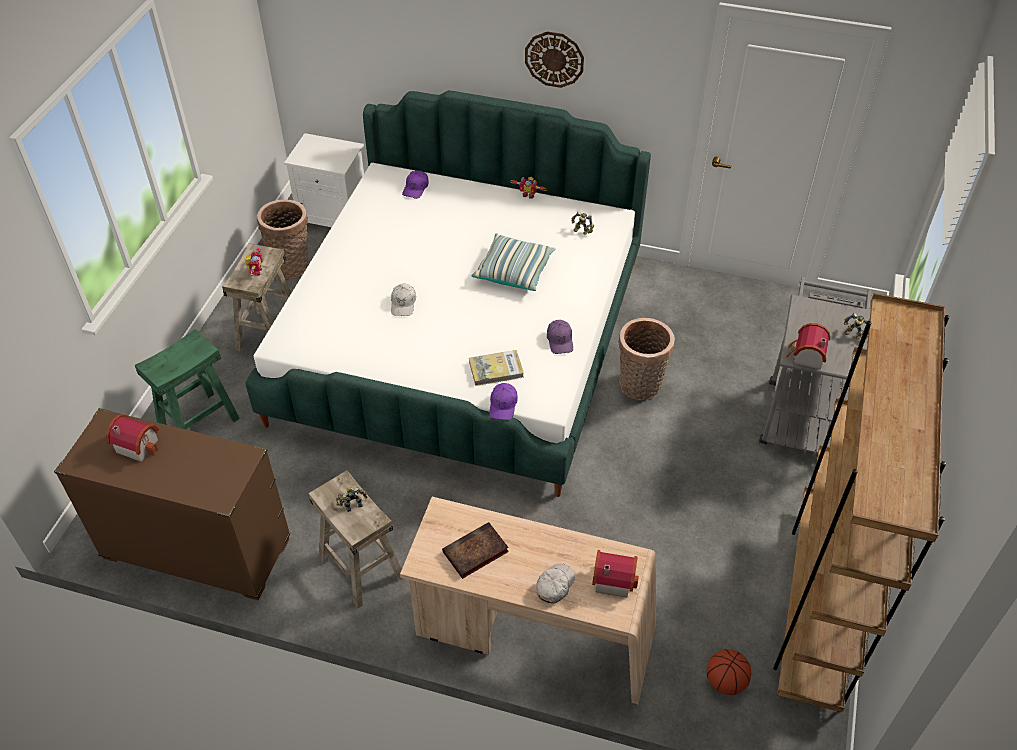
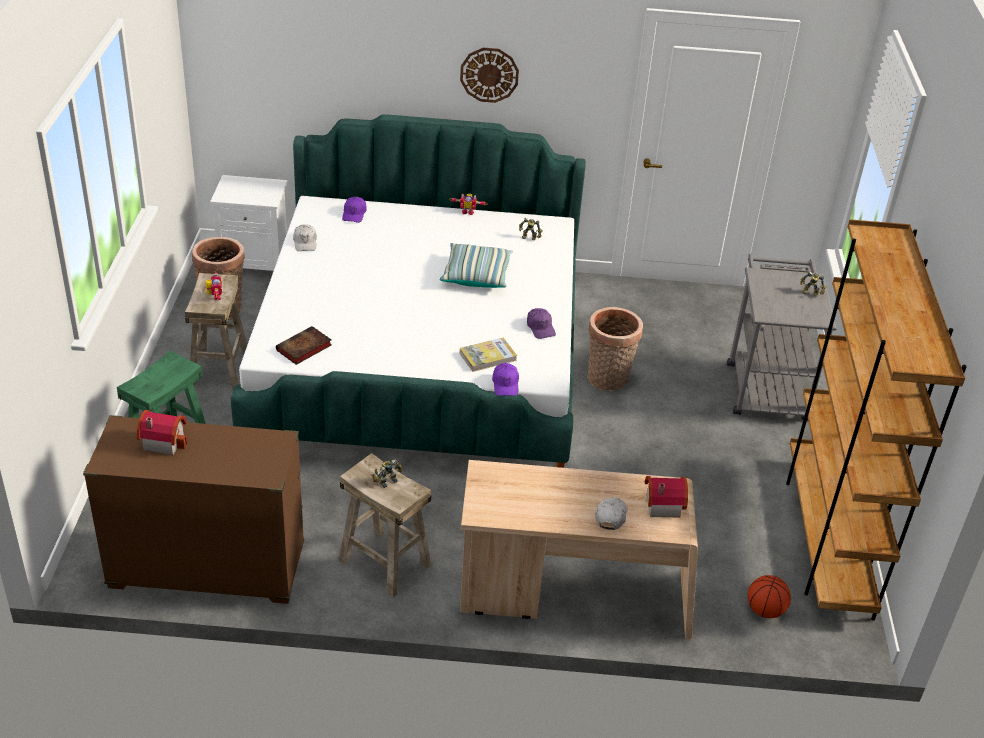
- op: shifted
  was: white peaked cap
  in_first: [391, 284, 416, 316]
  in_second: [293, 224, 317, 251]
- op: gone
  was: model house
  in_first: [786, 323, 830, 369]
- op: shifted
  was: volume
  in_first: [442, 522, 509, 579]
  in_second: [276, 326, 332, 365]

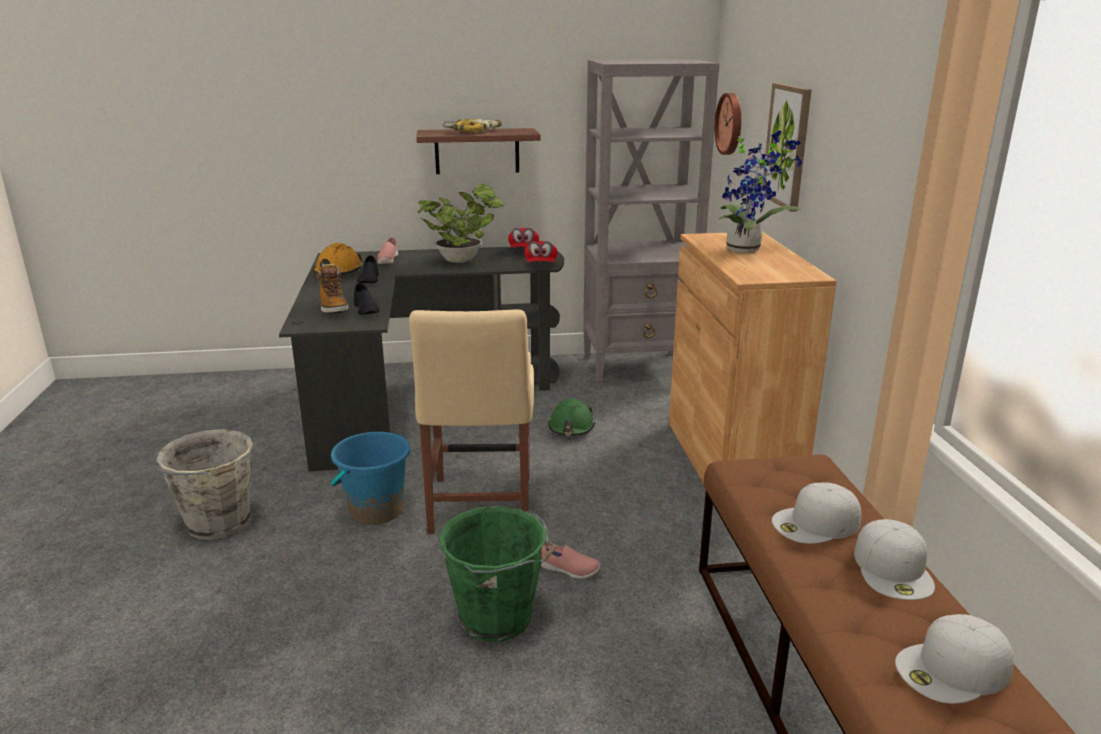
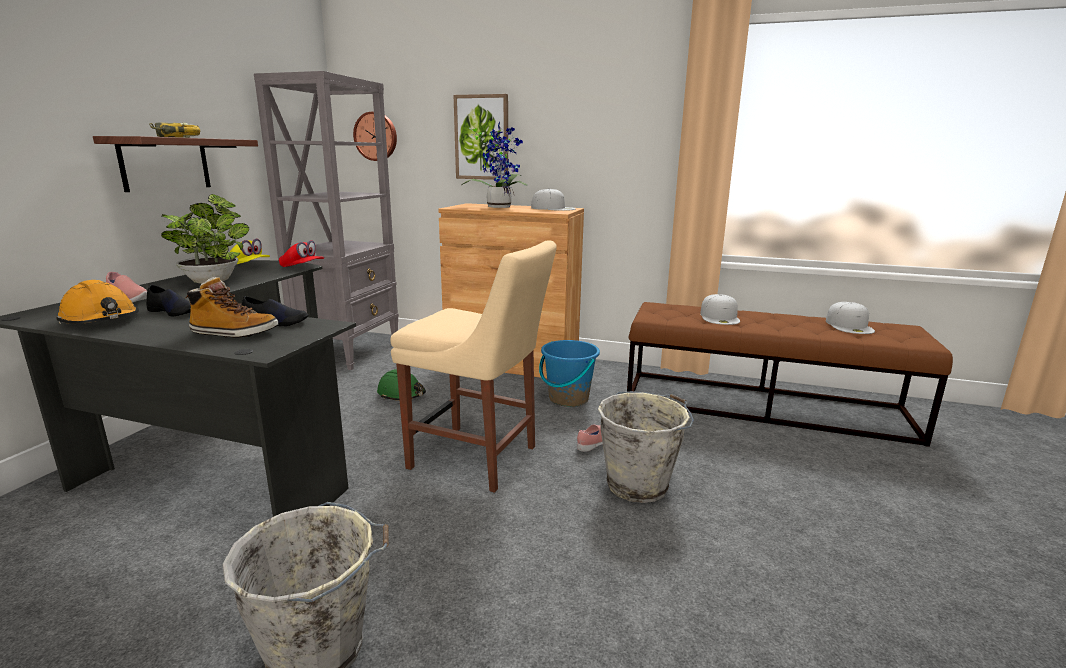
- op: repainted
  was: reddish peaked cap
  now: yellow-coloured peaked cap
  in_first: [508, 228, 540, 248]
  in_second: [230, 239, 270, 264]
- op: shifted
  was: blue-coloured water bucket
  in_first: [331, 432, 410, 525]
  in_second: [539, 340, 600, 407]
- op: repainted
  was: green water bucket
  now: gray water bucket
  in_first: [439, 506, 556, 642]
  in_second: [598, 391, 694, 503]
- op: shifted
  was: white peaked cap
  in_first: [854, 519, 935, 600]
  in_second: [531, 188, 576, 211]

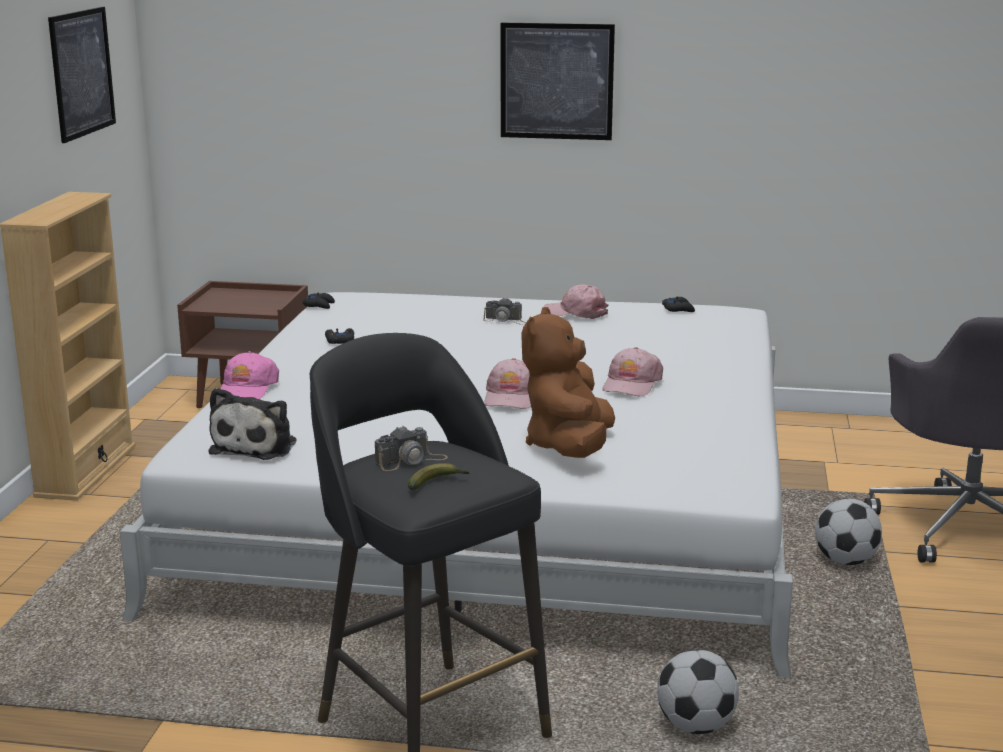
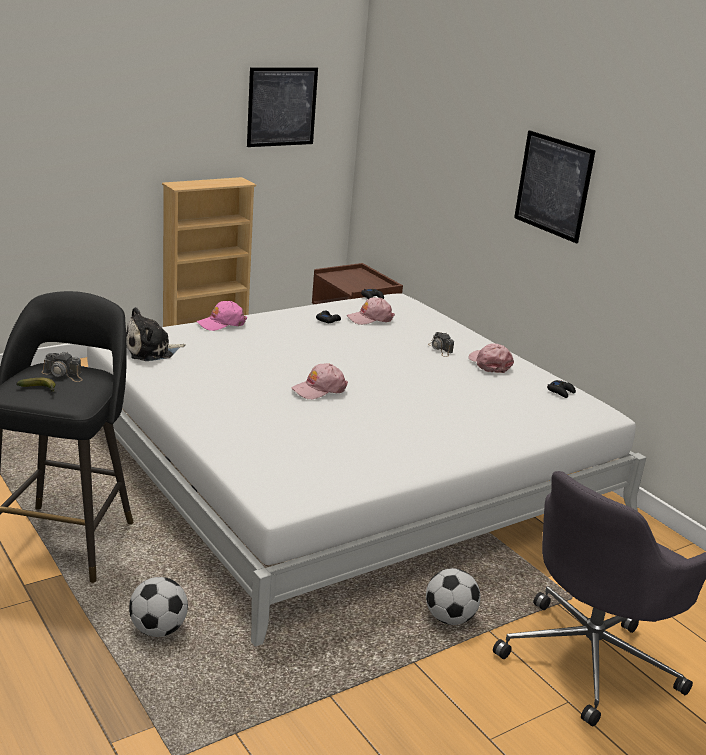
- op: gone
  was: brown-coloured soft toy
  in_first: [521, 307, 615, 458]
- op: shifted
  was: pinkish peaked cap
  in_first: [602, 347, 663, 396]
  in_second: [347, 297, 395, 325]

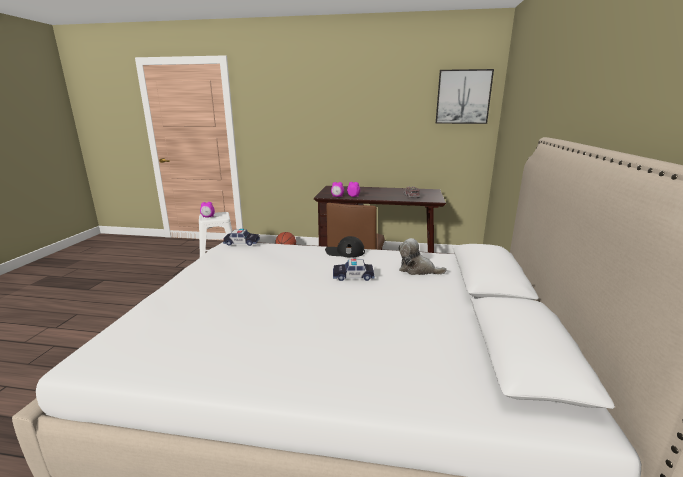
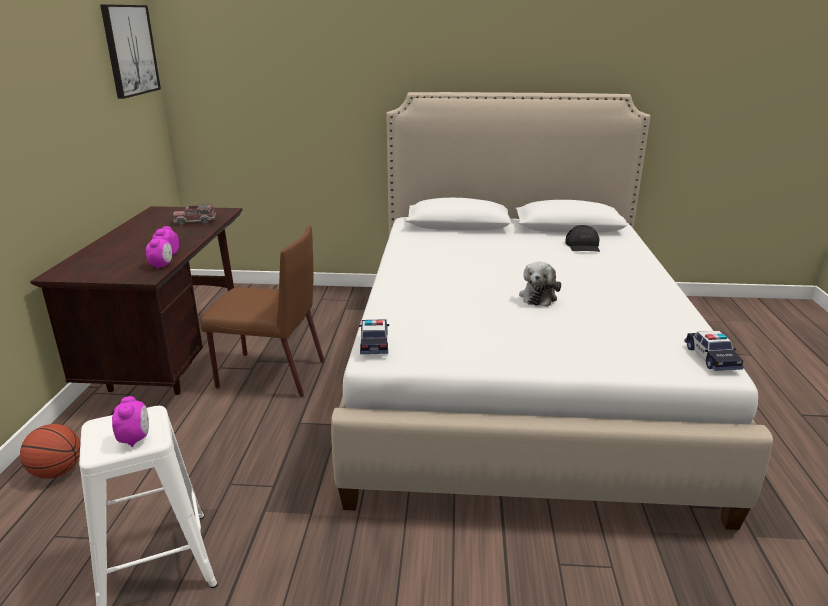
- op: shifted
  was: blackish peaked cap
  in_first: [325, 236, 365, 258]
  in_second: [565, 225, 600, 252]
- op: shifted
  was: soft toy
  in_first: [399, 238, 447, 275]
  in_second: [519, 262, 561, 307]
- op: shifted
  was: model car
  in_first: [333, 259, 375, 281]
  in_second: [684, 331, 744, 371]

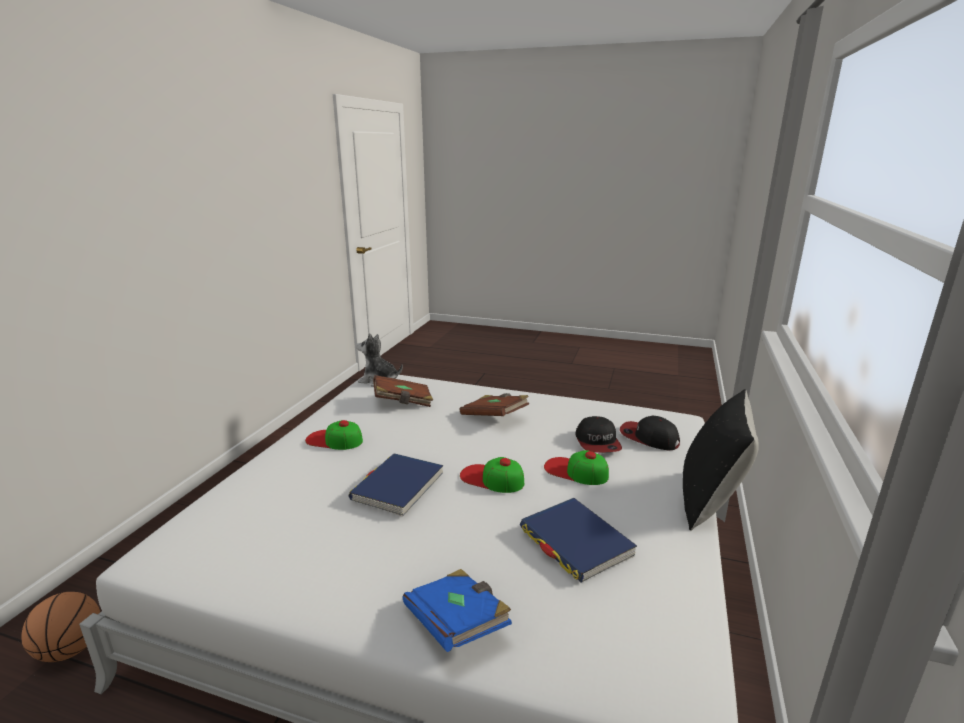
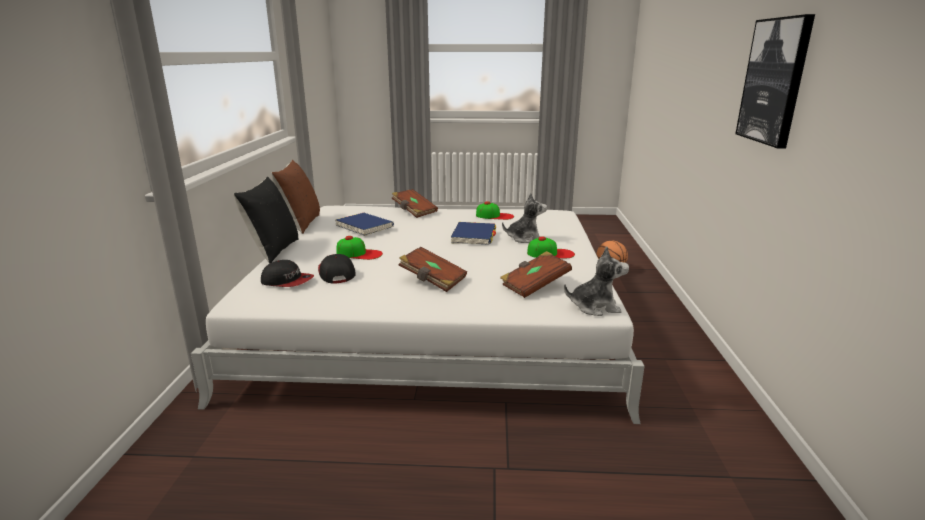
- op: shifted
  was: peaked cap
  in_first: [460, 457, 524, 493]
  in_second: [476, 201, 514, 220]
- op: repainted
  was: blue-coloured volume
  now: brown-coloured volume
  in_first: [403, 569, 512, 652]
  in_second: [392, 189, 438, 218]
- op: new
  now: picture
  in_second: [735, 14, 815, 149]
- op: new
  now: brown-coloured throw pillow
  in_second: [272, 160, 320, 234]
- op: new
  now: soft toy
  in_second: [502, 193, 547, 243]

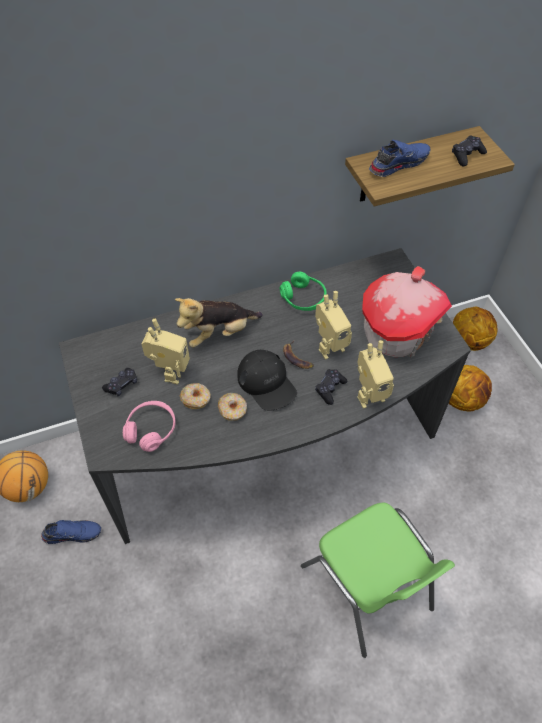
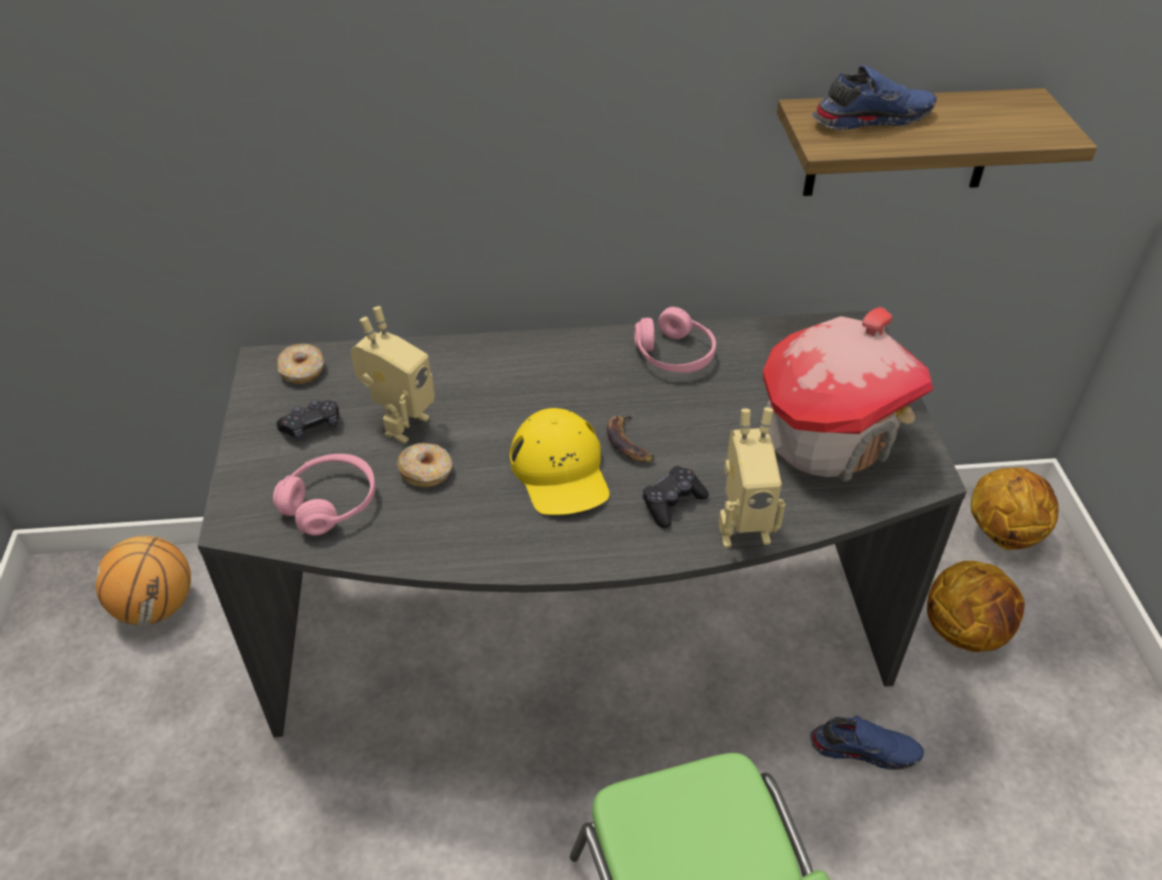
- op: gone
  was: blackish joypad
  in_first: [452, 135, 487, 166]
- op: repainted
  was: green headphones
  now: pinkish headphones
  in_first: [280, 272, 327, 311]
  in_second: [634, 307, 716, 373]
- op: gone
  was: robot figure
  in_first: [315, 291, 352, 360]
- op: gone
  was: soft toy
  in_first: [175, 298, 263, 348]
- op: repainted
  was: blackish peaked cap
  now: yellow-coloured peaked cap
  in_first: [237, 350, 297, 411]
  in_second: [510, 408, 609, 515]
- op: shifted
  was: donut
  in_first: [218, 393, 247, 421]
  in_second: [277, 343, 324, 384]
- op: shifted
  was: blue-coloured item of footwear
  in_first: [41, 520, 101, 544]
  in_second: [810, 716, 924, 770]

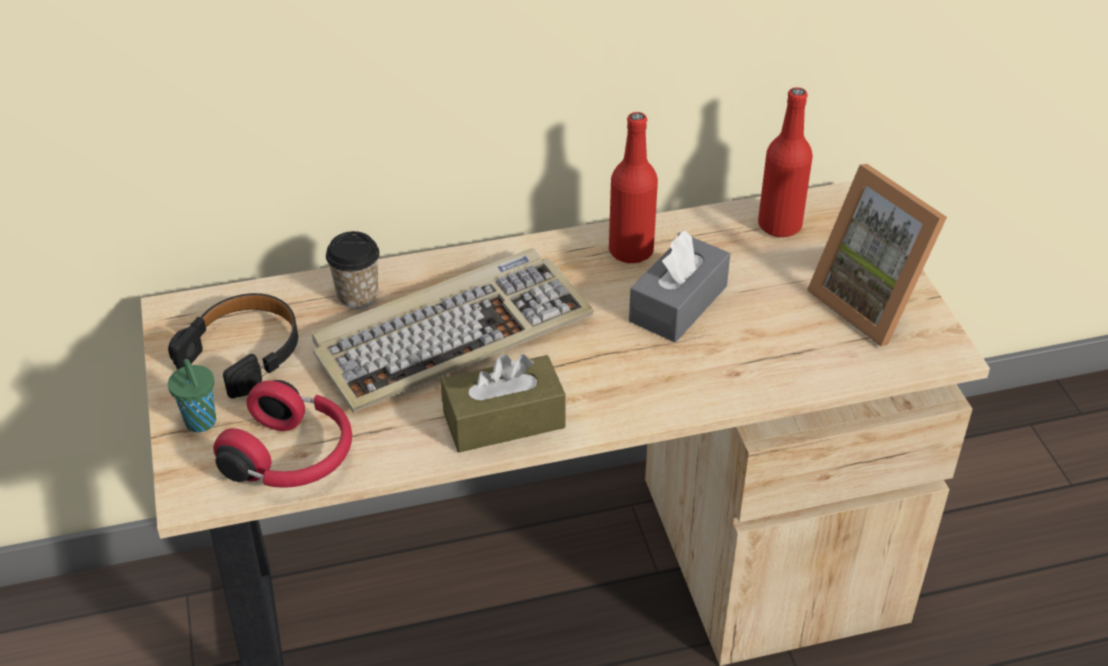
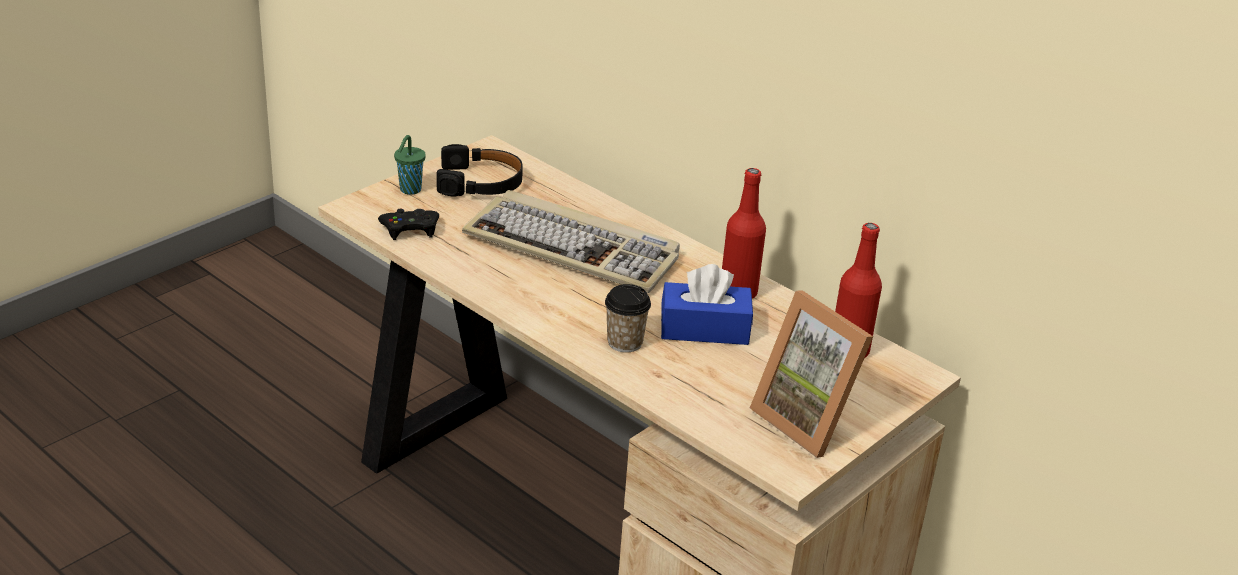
- op: rotated
  was: picture frame
  in_first: [807, 164, 947, 347]
  in_second: [750, 290, 873, 458]
  clockwise: -60
- op: shifted
  was: small cup
  in_first: [326, 231, 379, 309]
  in_second: [605, 284, 651, 353]
- op: repainted
  was: gray tissue holder
  now: blue-coloured tissue holder
  in_first: [629, 231, 730, 342]
  in_second: [661, 264, 753, 345]
- op: gone
  was: brown-coloured tissue holder
  in_first: [441, 354, 566, 452]
- op: swapped
  was: reddish headphones
  now: blackish joypad
  in_first: [213, 380, 352, 488]
  in_second: [378, 209, 439, 240]

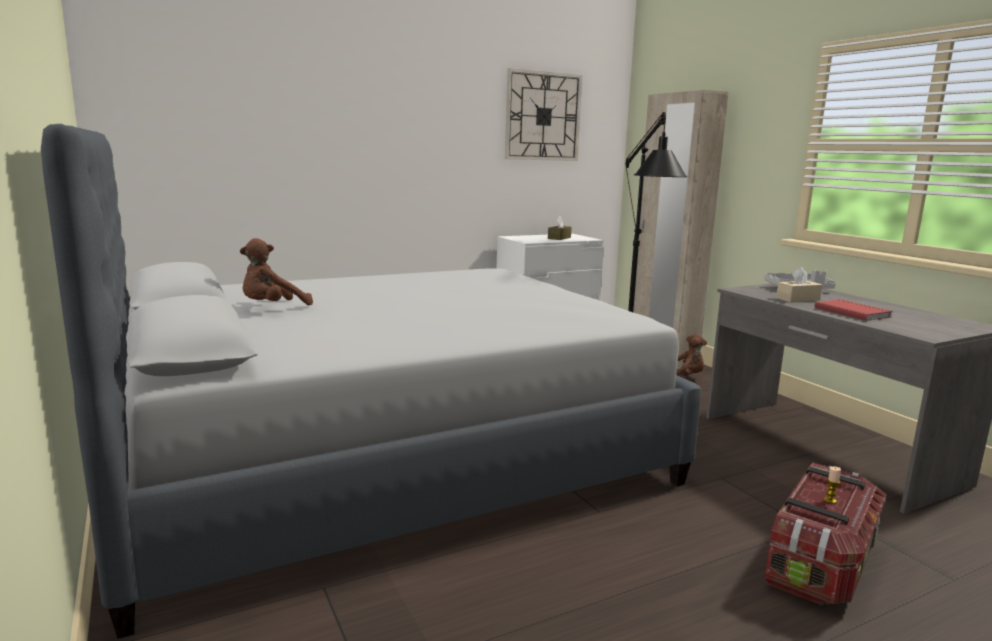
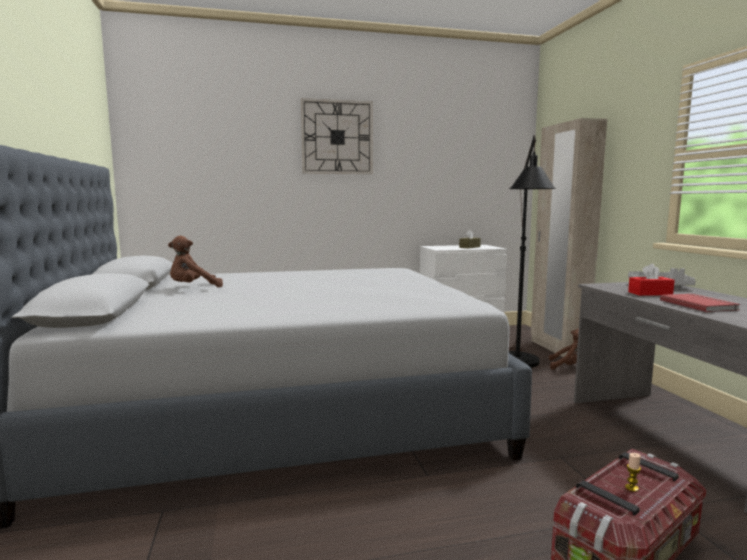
- op: shifted
  was: hanging clock
  in_first: [505, 68, 582, 161]
  in_second: [301, 98, 373, 174]
- op: repainted
  was: sand-coloured tissue holder
  now: reddish tissue holder
  in_first: [776, 267, 822, 302]
  in_second: [628, 263, 675, 296]

